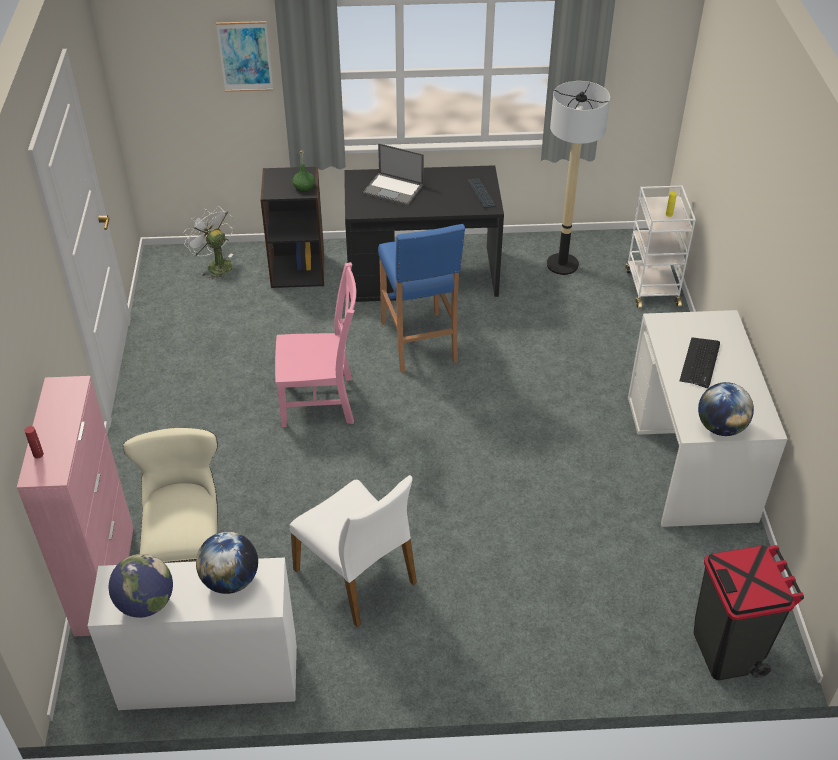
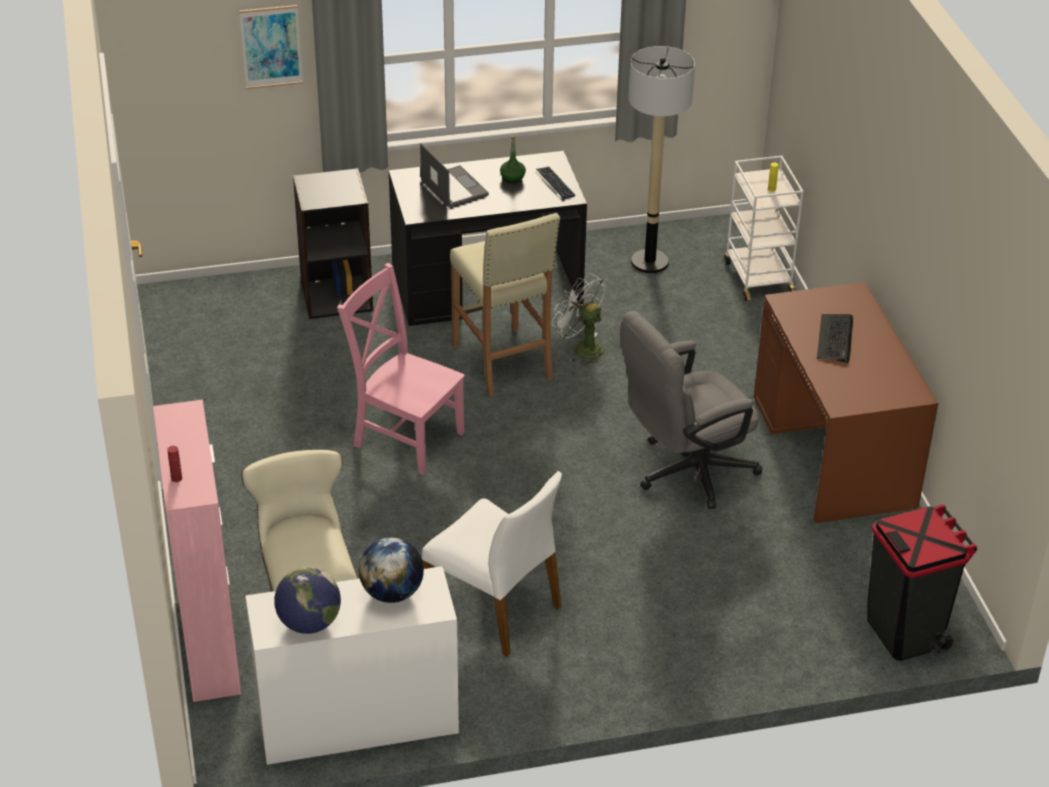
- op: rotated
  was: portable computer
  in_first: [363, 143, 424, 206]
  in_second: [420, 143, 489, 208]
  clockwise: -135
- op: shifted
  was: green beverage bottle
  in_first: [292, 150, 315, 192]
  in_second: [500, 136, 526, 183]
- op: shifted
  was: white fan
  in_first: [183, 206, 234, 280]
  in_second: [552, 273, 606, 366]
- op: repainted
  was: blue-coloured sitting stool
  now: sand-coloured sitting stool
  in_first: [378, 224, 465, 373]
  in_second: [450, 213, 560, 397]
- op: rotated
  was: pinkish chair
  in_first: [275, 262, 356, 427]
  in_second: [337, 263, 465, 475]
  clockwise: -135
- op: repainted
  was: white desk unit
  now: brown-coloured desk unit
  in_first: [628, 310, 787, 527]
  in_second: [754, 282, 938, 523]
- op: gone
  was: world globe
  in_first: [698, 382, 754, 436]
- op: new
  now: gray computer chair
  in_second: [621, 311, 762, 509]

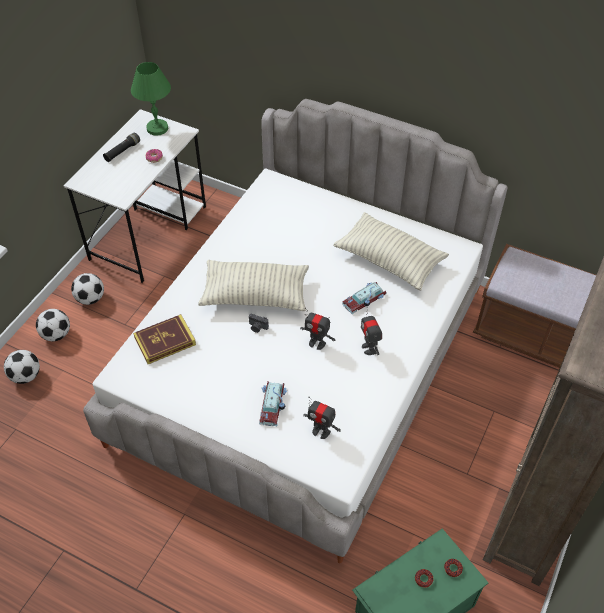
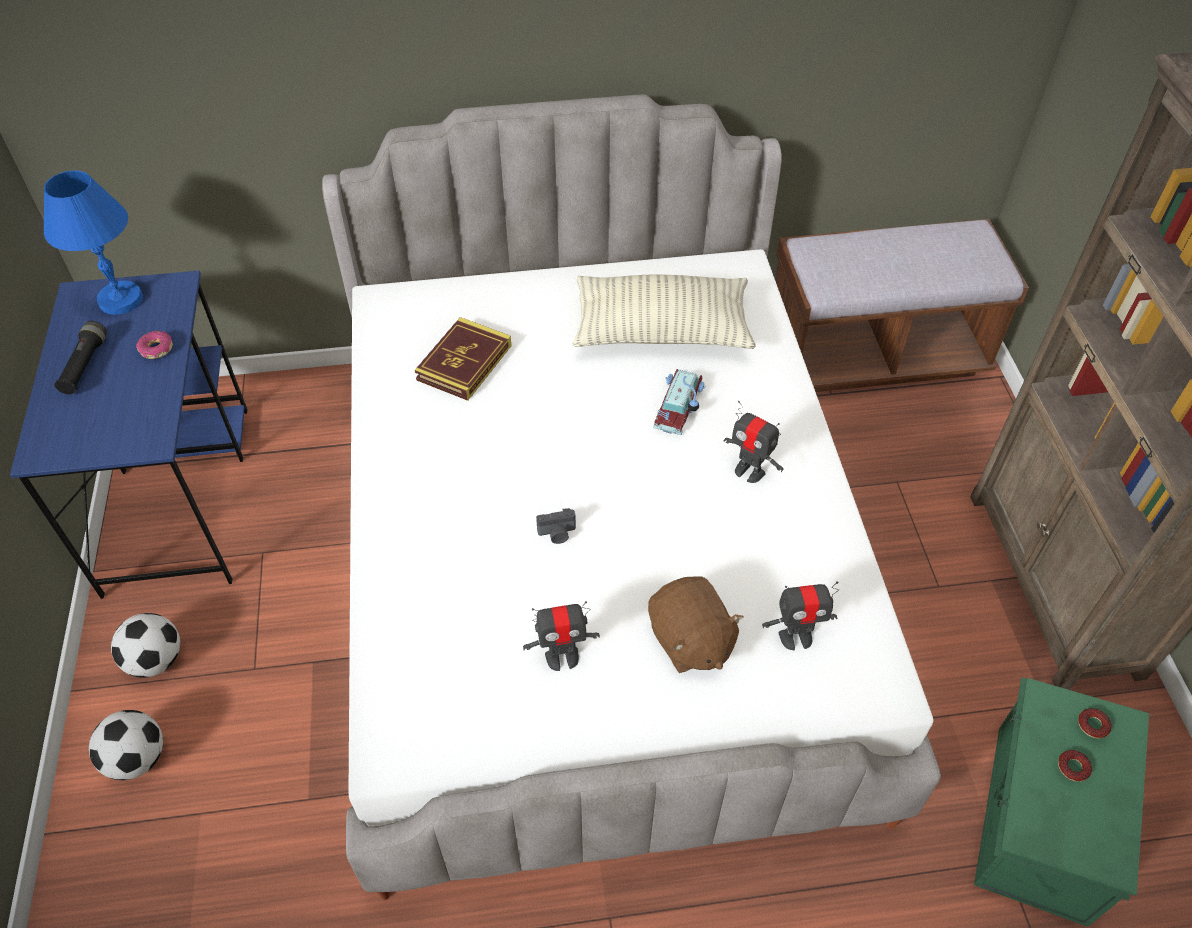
- op: repainted
  was: green table lamp
  now: blue-coloured table lamp
  in_first: [131, 62, 171, 136]
  in_second: [44, 170, 143, 315]
- op: repainted
  was: white desk unit
  now: blue-coloured desk unit
  in_first: [63, 109, 206, 283]
  in_second: [10, 271, 248, 599]
- op: gone
  was: throw pillow
  in_first: [198, 260, 309, 311]
- op: shifted
  was: robot figure
  in_first: [300, 308, 335, 350]
  in_second: [523, 601, 600, 671]
- op: shifted
  was: volume
  in_first: [133, 314, 196, 364]
  in_second: [415, 317, 511, 401]
- op: gone
  was: football ball
  in_first: [4, 350, 40, 384]
- op: swapped
  was: model car
  now: brown-coloured soft toy
  in_first: [259, 381, 287, 426]
  in_second: [648, 576, 744, 673]

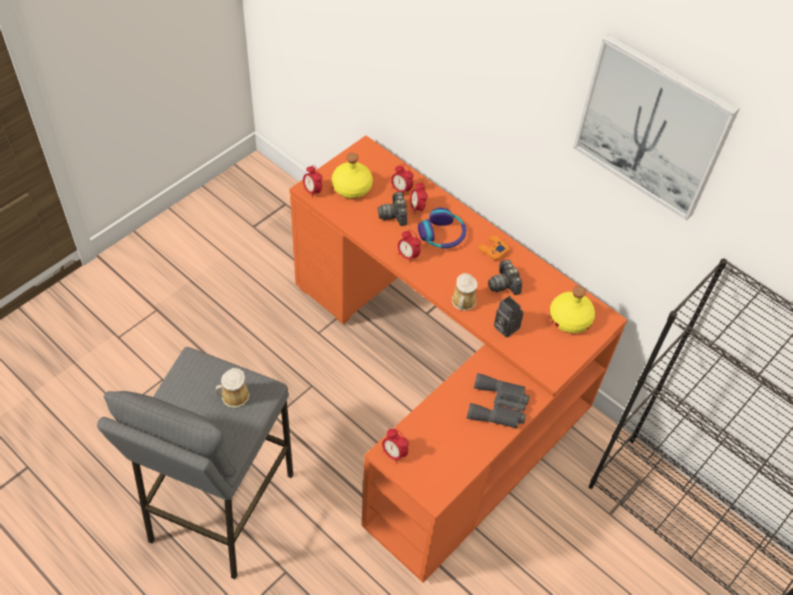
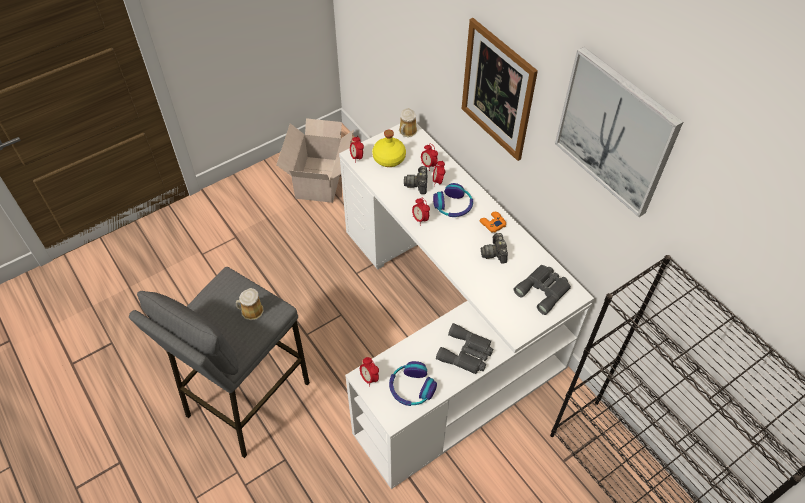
- op: repainted
  was: orange desk unit
  now: white desk unit
  in_first: [289, 135, 627, 583]
  in_second: [339, 123, 594, 489]
- op: shifted
  was: mug
  in_first: [452, 273, 477, 311]
  in_second: [399, 108, 417, 137]
- op: swapped
  was: yellow-coloured beverage bottle
  now: gray field glasses
  in_first: [549, 286, 595, 333]
  in_second: [514, 265, 571, 315]
- op: gone
  was: photo camera
  in_first: [494, 296, 523, 338]
- op: new
  now: picture
  in_second: [462, 18, 538, 161]
- op: new
  now: cardboard box
  in_second: [276, 118, 354, 203]
- op: new
  now: headphones
  in_second: [389, 361, 437, 406]

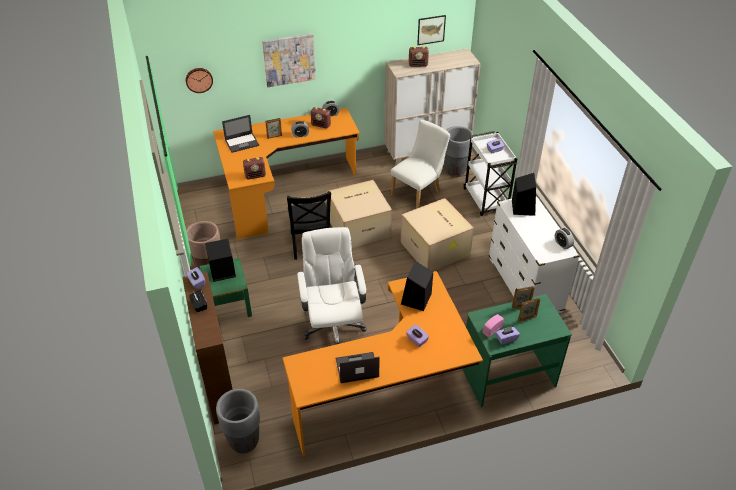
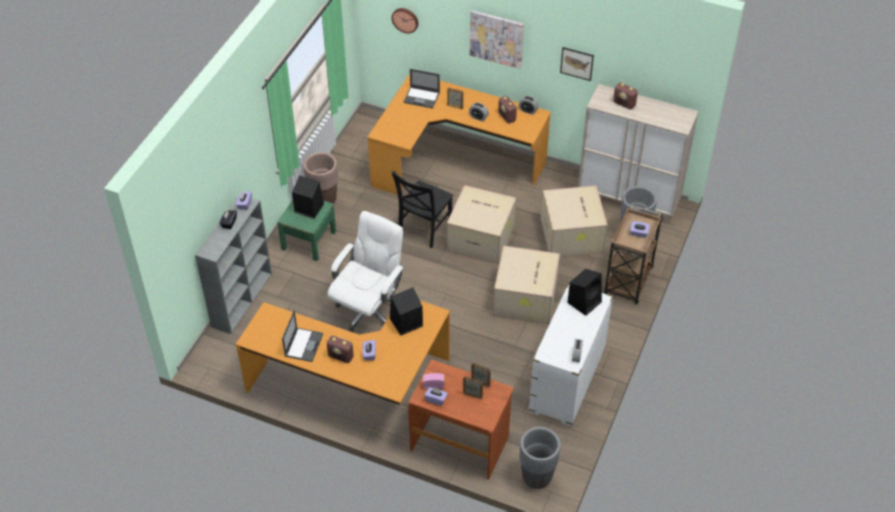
- op: shifted
  was: picture
  in_first: [417, 15, 446, 45]
  in_second: [560, 47, 594, 81]
- op: swapped
  was: white chair
  now: cardboard box
  in_first: [391, 120, 450, 209]
  in_second: [541, 185, 608, 257]
- op: repainted
  was: white trolley
  now: brown-coloured trolley
  in_first: [464, 131, 517, 216]
  in_second: [604, 205, 662, 304]
- op: shifted
  was: radio
  in_first: [243, 157, 266, 180]
  in_second: [327, 336, 354, 363]
- op: repainted
  was: brown-coloured bookshelf
  now: gray bookshelf
  in_first: [182, 272, 233, 424]
  in_second: [195, 194, 272, 334]
- op: repainted
  was: green desk unit
  now: brown-coloured desk unit
  in_first: [462, 294, 572, 407]
  in_second: [408, 359, 514, 479]
- op: rotated
  was: portable computer
  in_first: [336, 352, 380, 383]
  in_second: [282, 310, 323, 362]
  clockwise: 75
- op: shifted
  was: gray flower pot
  in_first: [216, 389, 260, 454]
  in_second: [519, 427, 561, 489]

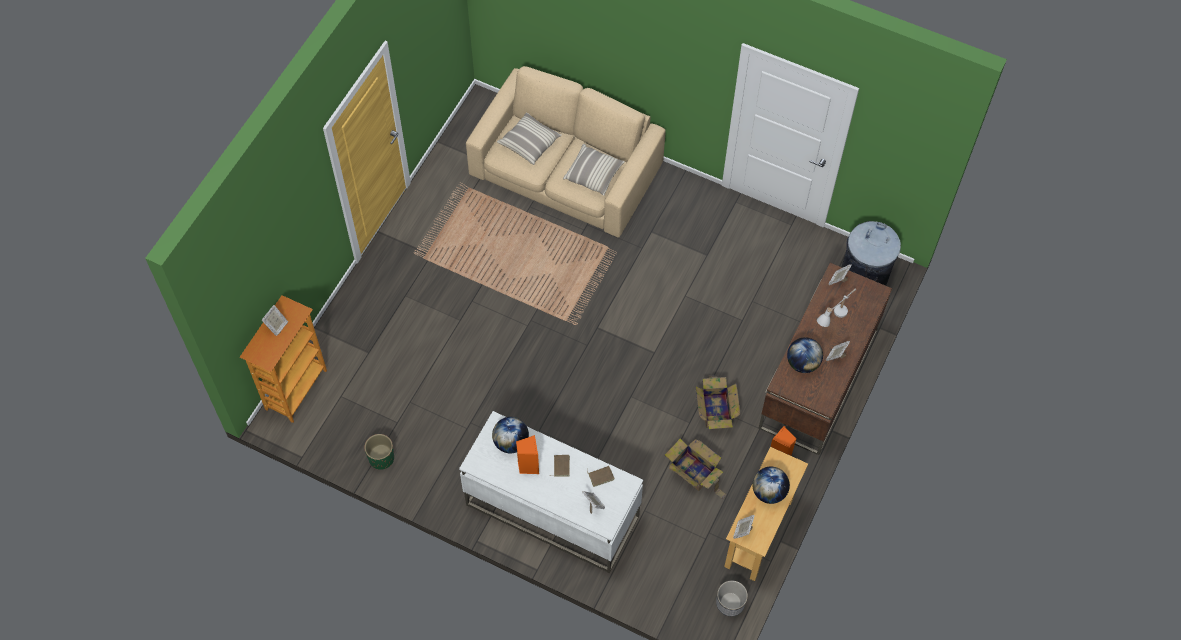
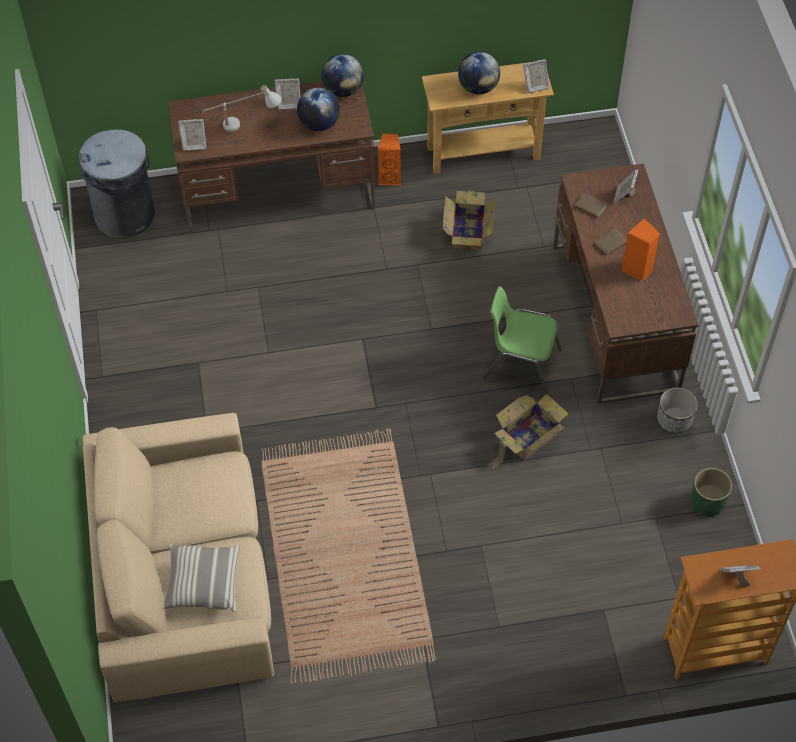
- op: gone
  was: throw pillow
  in_first: [563, 144, 625, 196]
- op: shifted
  was: cardboard box
  in_first: [695, 375, 740, 429]
  in_second: [488, 394, 569, 470]
- op: repainted
  was: white desk unit
  now: brown-coloured desk unit
  in_first: [459, 411, 643, 573]
  in_second: [553, 163, 698, 404]
- op: shifted
  was: world globe
  in_first: [492, 417, 529, 454]
  in_second: [321, 54, 364, 97]
- op: shifted
  was: flower pot
  in_first: [716, 580, 748, 616]
  in_second: [657, 387, 698, 434]
- op: new
  now: green chair
  in_second: [483, 287, 562, 395]

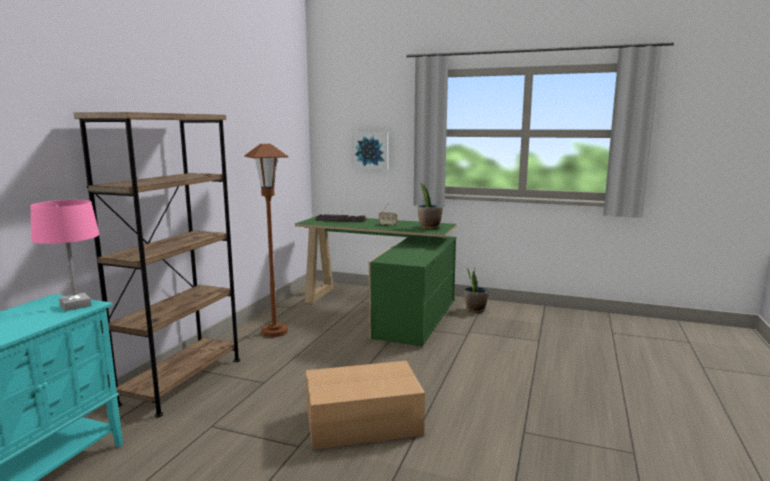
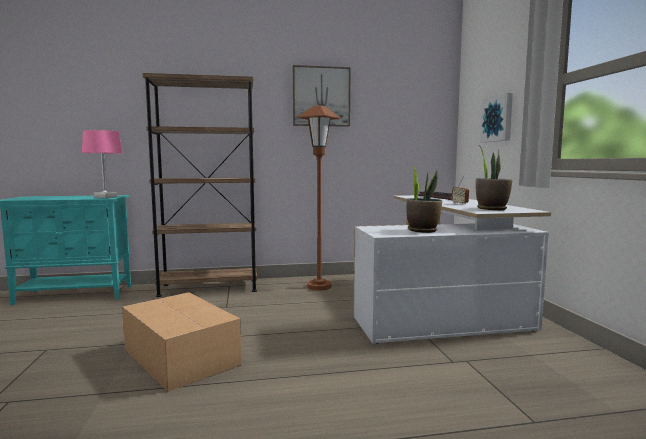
- op: repainted
  was: green desk unit
  now: white desk unit
  in_first: [295, 216, 457, 346]
  in_second: [353, 195, 551, 344]
- op: shifted
  was: houseplant
  in_first: [464, 267, 489, 313]
  in_second: [406, 165, 442, 233]
- op: new
  now: picture
  in_second: [293, 65, 351, 127]

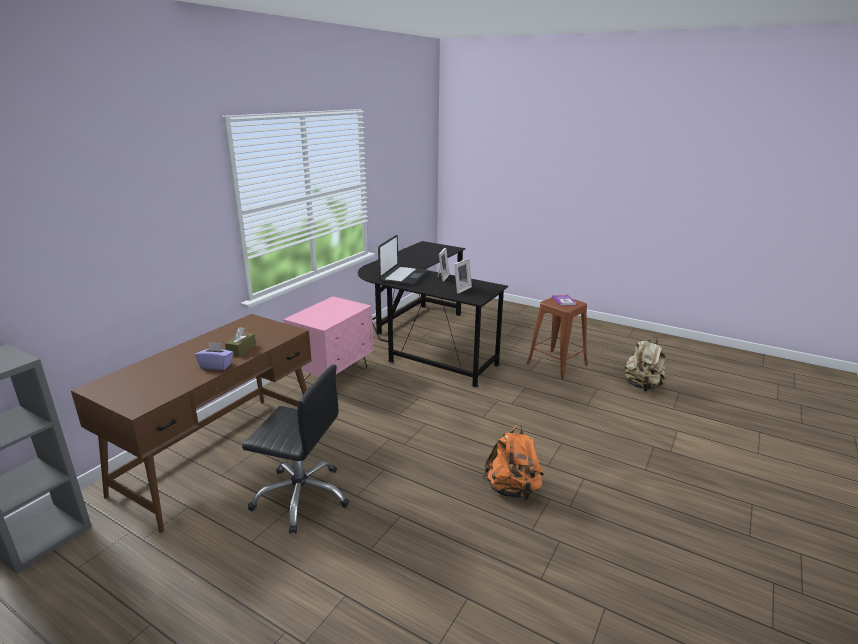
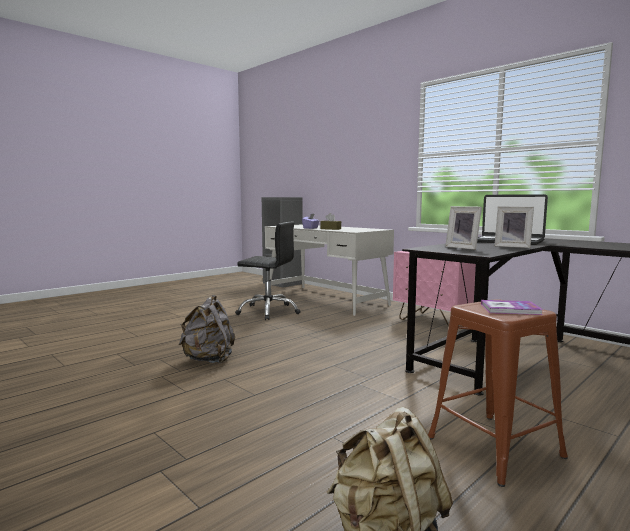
- op: repainted
  was: brown-coloured desk unit
  now: white desk unit
  in_first: [71, 314, 312, 533]
  in_second: [265, 224, 394, 316]
- op: rotated
  was: blackish computer chair
  in_first: [242, 365, 350, 534]
  in_second: [235, 222, 301, 320]
  clockwise: -105
- op: repainted
  was: orange knapsack
  now: gray knapsack
  in_first: [483, 425, 544, 500]
  in_second: [179, 295, 235, 363]

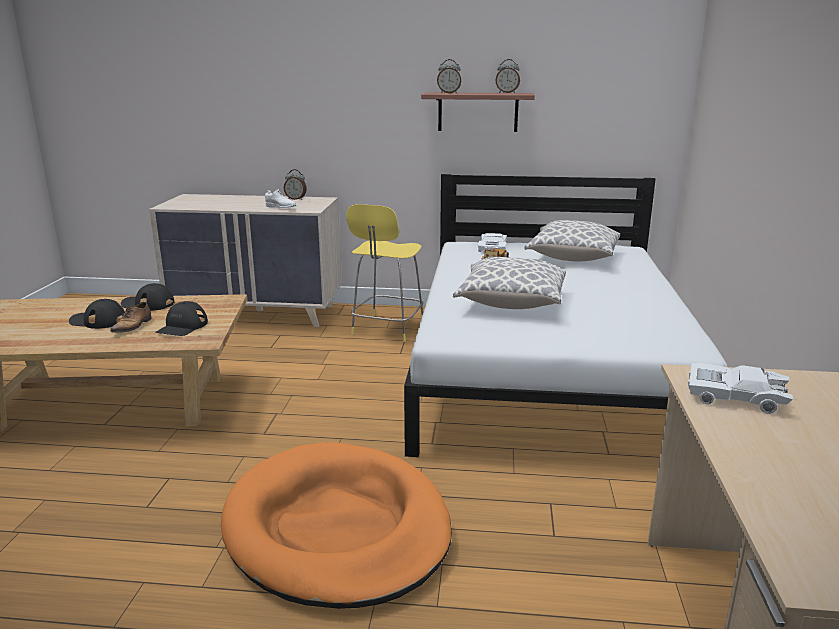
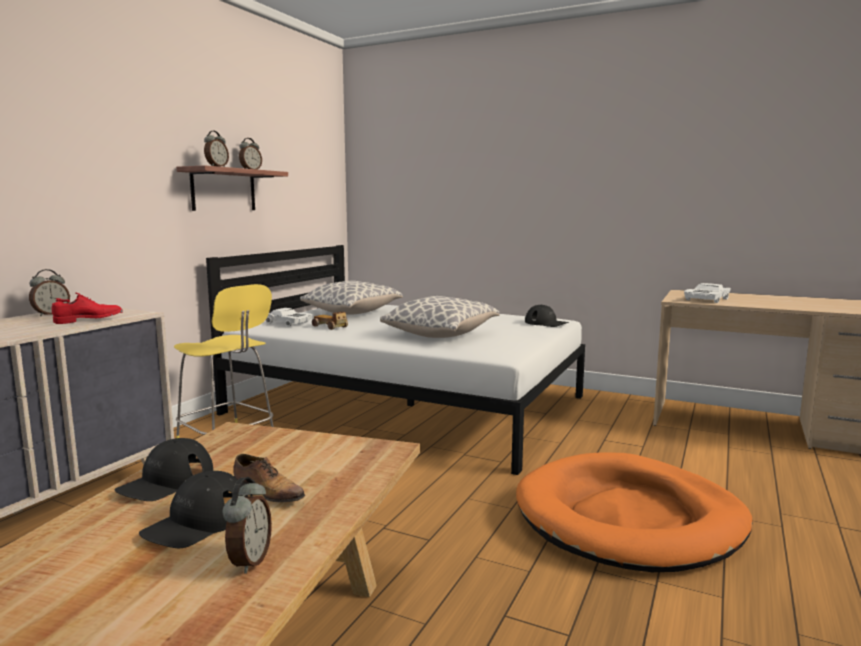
- op: repainted
  was: white item of footwear
  now: reddish item of footwear
  in_first: [265, 188, 296, 208]
  in_second: [52, 292, 123, 324]
- op: shifted
  was: blackish peaked cap
  in_first: [155, 301, 208, 336]
  in_second: [525, 305, 569, 327]
- op: new
  now: table clock
  in_second: [222, 477, 272, 574]

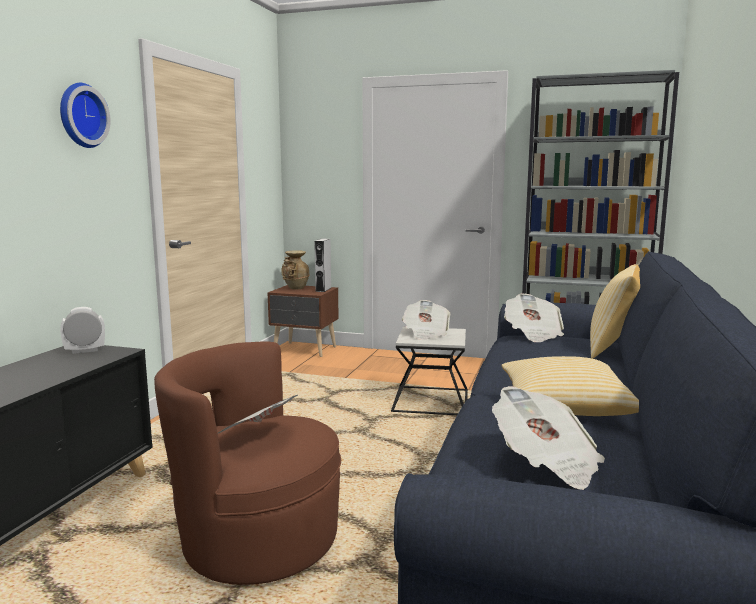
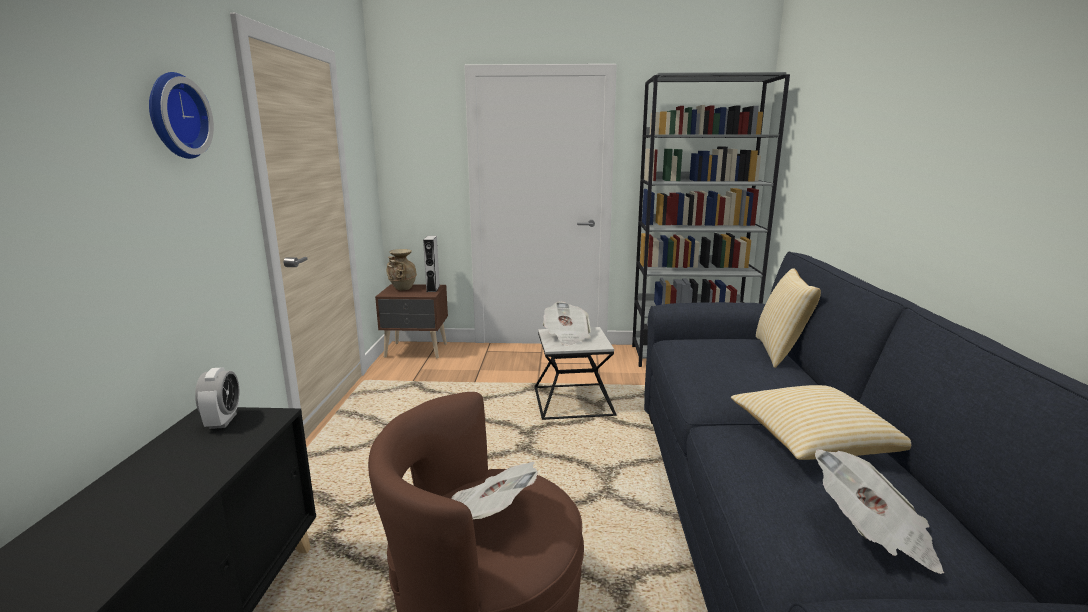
- op: gone
  was: newspaper
  in_first: [504, 294, 564, 342]
- op: rotated
  was: table clock
  in_first: [60, 307, 105, 354]
  in_second: [195, 367, 239, 429]
  clockwise: 120

